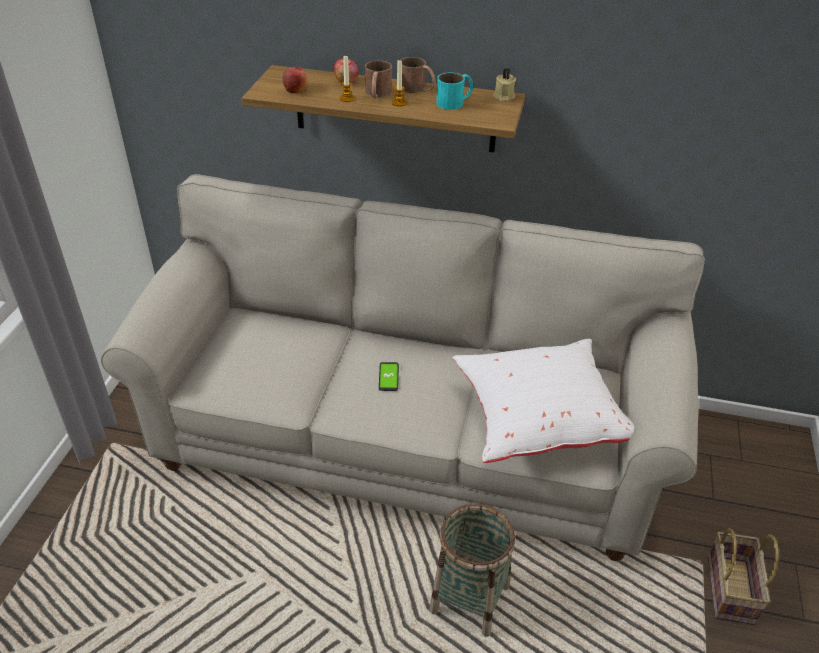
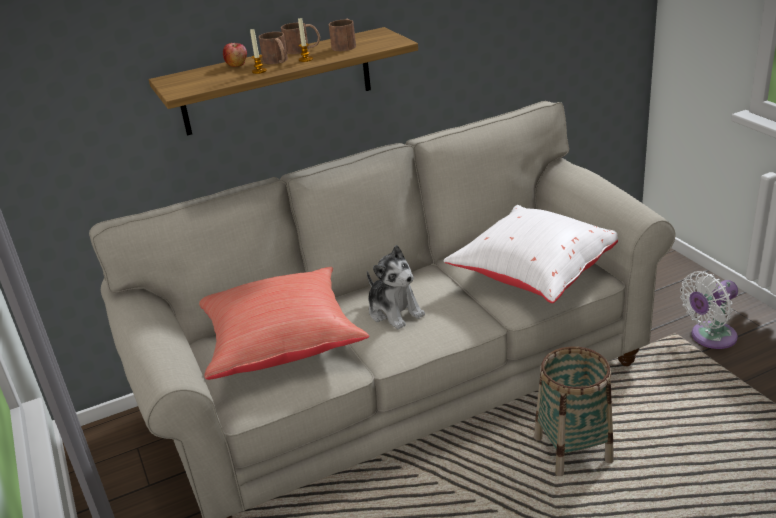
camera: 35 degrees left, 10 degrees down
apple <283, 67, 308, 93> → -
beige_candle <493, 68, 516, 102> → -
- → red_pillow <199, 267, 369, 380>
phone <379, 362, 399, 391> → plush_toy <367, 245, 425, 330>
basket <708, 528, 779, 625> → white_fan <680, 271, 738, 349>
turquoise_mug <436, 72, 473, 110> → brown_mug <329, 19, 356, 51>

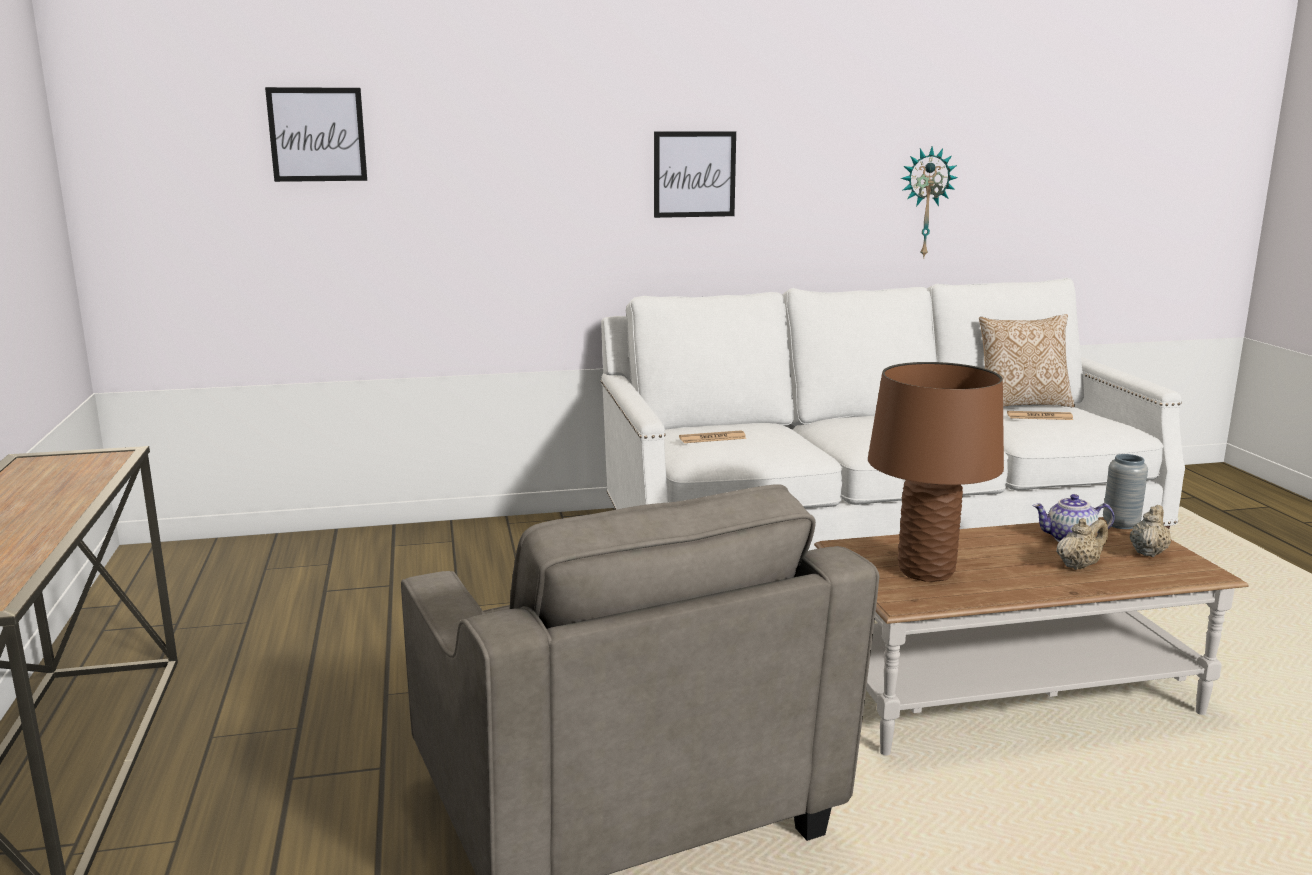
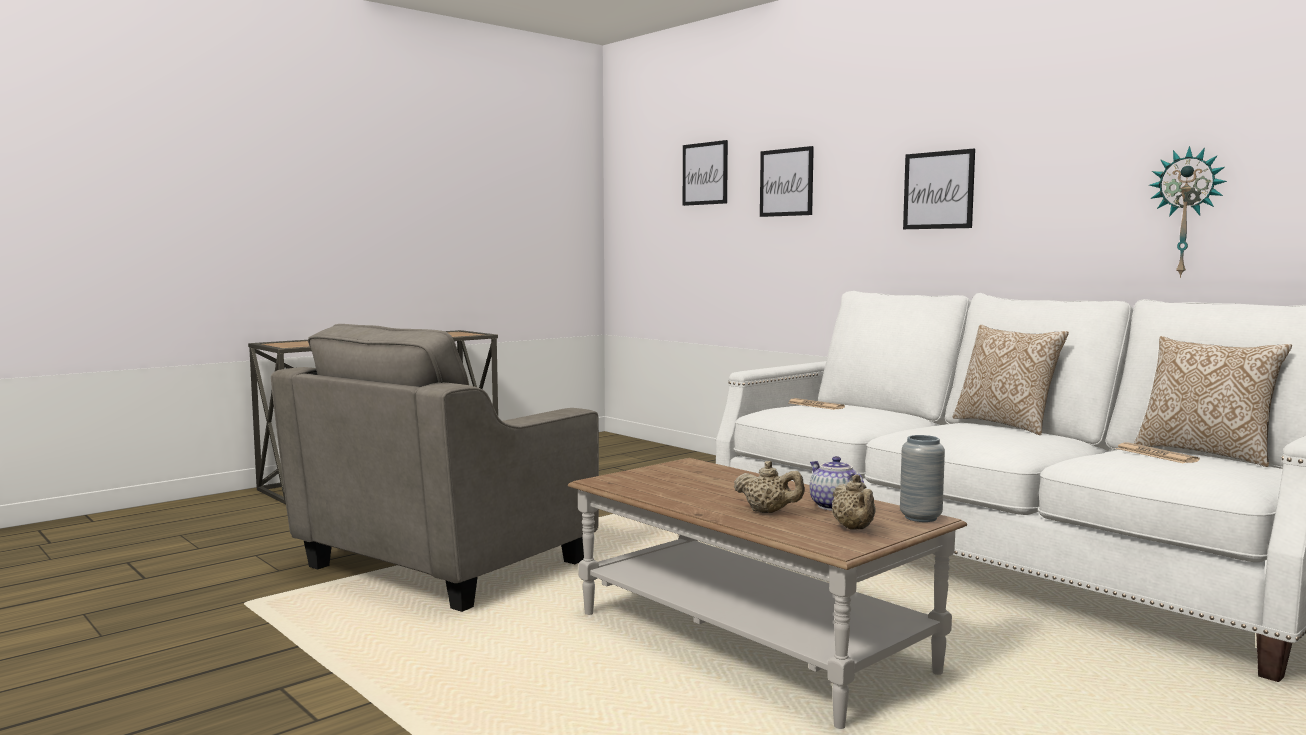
camera: 60 degrees right, 10 degrees down
brown_table_lamp <868, 362, 1004, 582> → -
- → picture <760, 146, 814, 217>
- → pillow <953, 325, 1069, 435>
beige_teapot <1130, 505, 1171, 557> → beige_teapot <832, 475, 876, 529>, 75 degrees clockwise

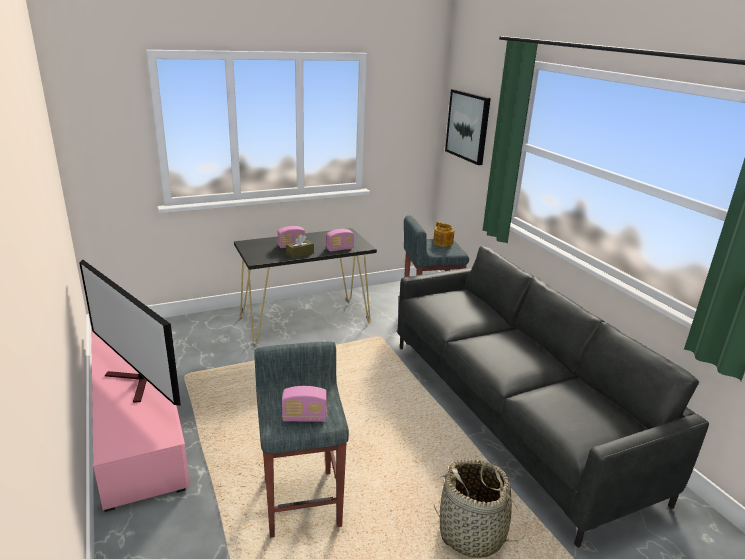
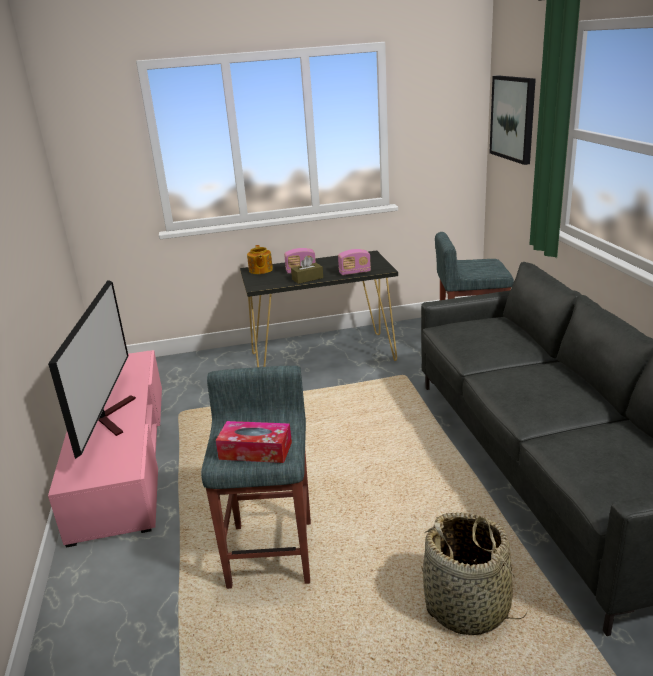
camera: 15 degrees right, 0 degrees up
teapot <433, 222, 454, 247> → teapot <247, 245, 273, 274>, relocated
radio <282, 386, 327, 422> → tissue_box <216, 421, 292, 463>
television <79, 259, 181, 406> → television <48, 280, 136, 459>, 150 degrees counterclockwise

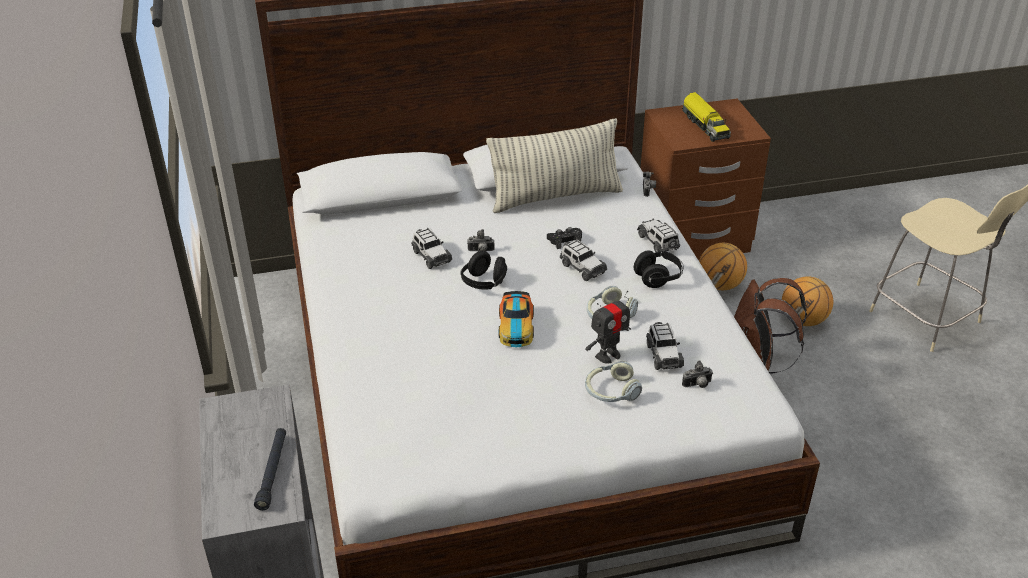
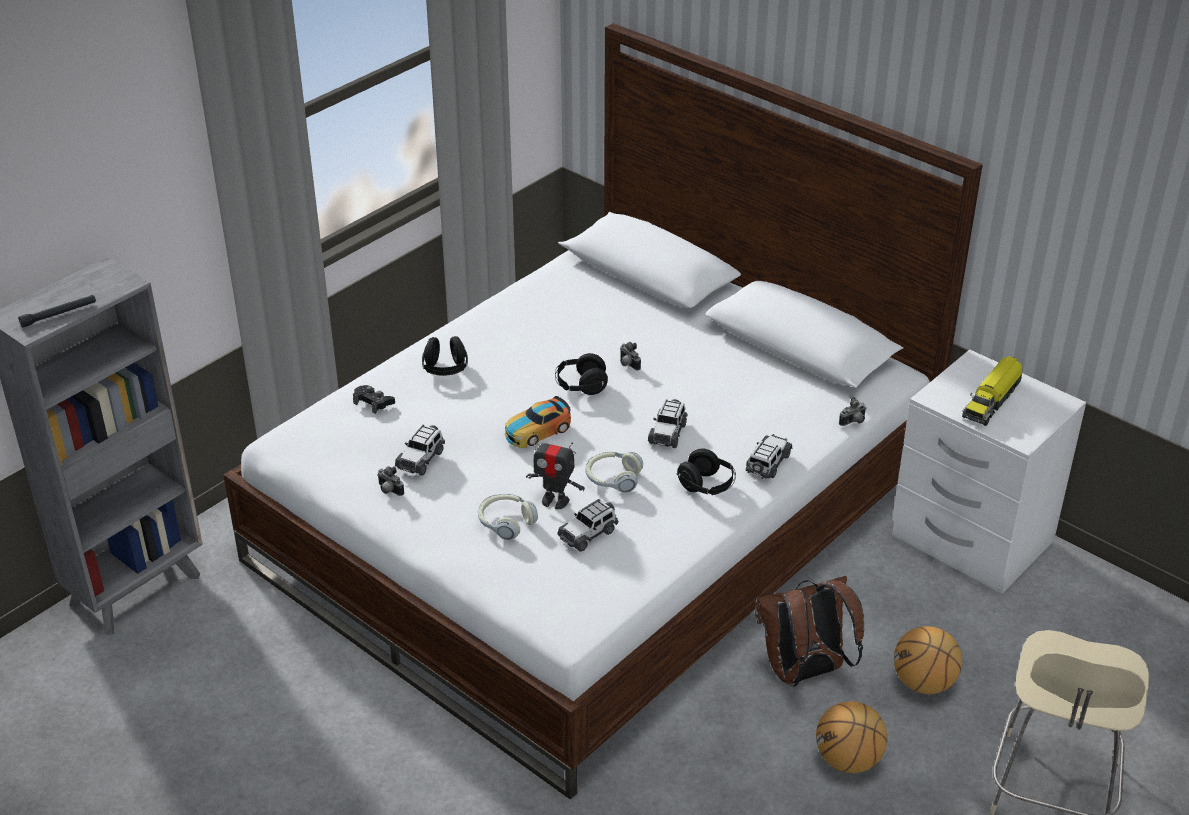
camera: 55 degrees right, 0 degrees up
pillow <486, 118, 623, 213> → -
- → black_headphones <422, 336, 468, 376>
toy_car <411, 228, 452, 269> → toy_car <395, 425, 445, 476>, relocated
black_game_controller <547, 227, 582, 249> → black_game_controller <353, 385, 395, 414>, relocated
photo_camera <682, 360, 713, 388> → photo_camera <377, 466, 404, 496>, relocated
basketball <699, 243, 747, 290> → basketball <816, 701, 887, 773>, relocated
brown_nightstand <641, 99, 771, 260> → white_nightstand <892, 349, 1086, 593>

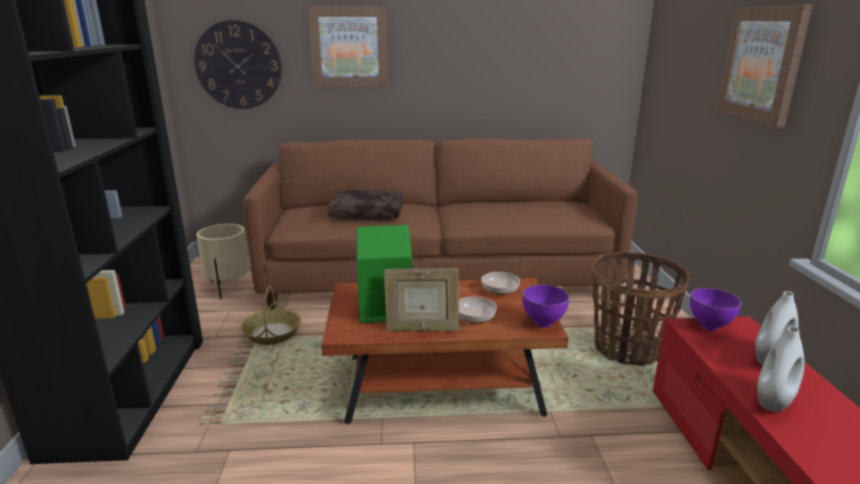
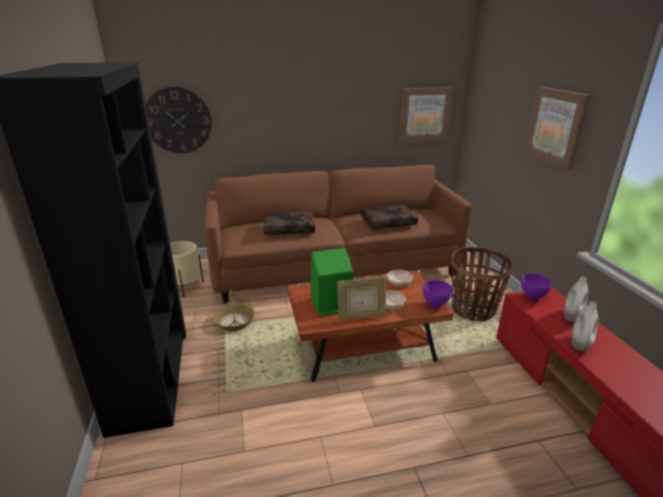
camera: 10 degrees left, 5 degrees up
- → brown_pillow <361, 205, 418, 229>
picture <308, 6, 389, 87> → picture <399, 87, 453, 142>, relocated

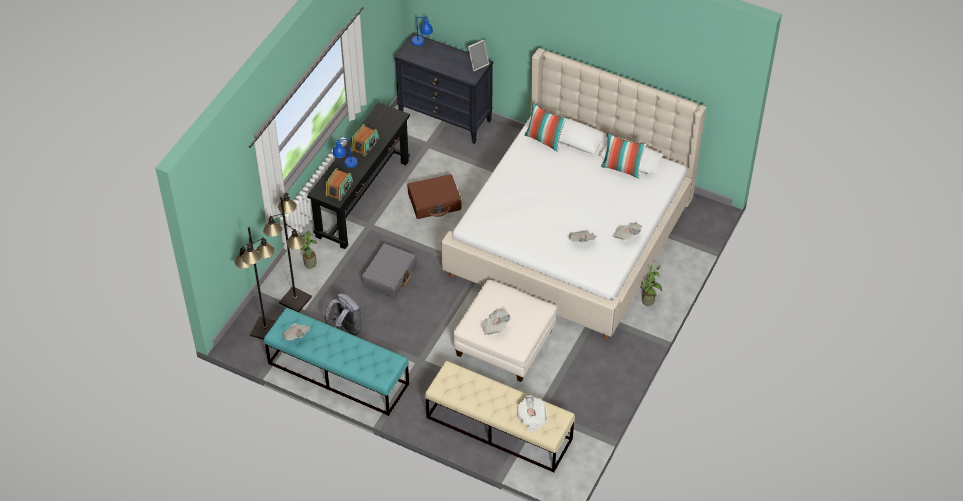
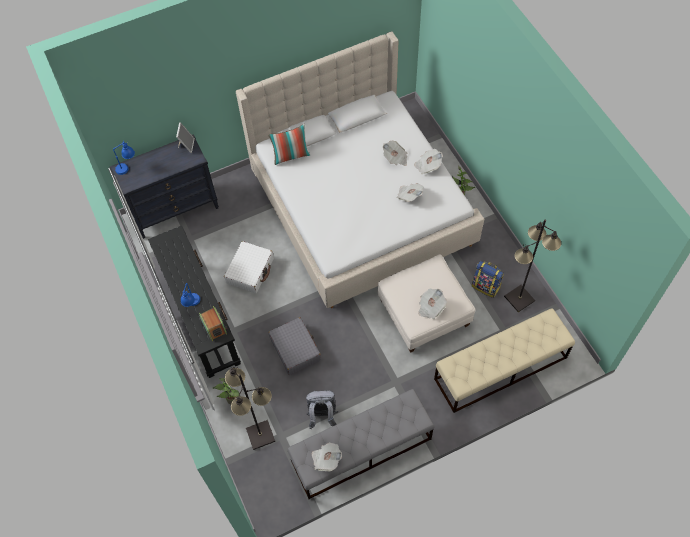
camera: 50 degrees left, 10 degrees up
radio <351, 124, 379, 157> → -
pillow <601, 133, 647, 179> → -
- → backpack <472, 261, 504, 298>
black_floor_lamp <234, 227, 276, 340> → black_floor_lamp <504, 220, 561, 312>, relocated
newspaper <517, 395, 547, 433> → newspaper <383, 141, 408, 166>, relocated
turquoise_bench <264, 308, 409, 416> → grey_bench <288, 389, 434, 499>
brown_suitcase <407, 174, 461, 219> → white_suitcase <224, 241, 274, 294>

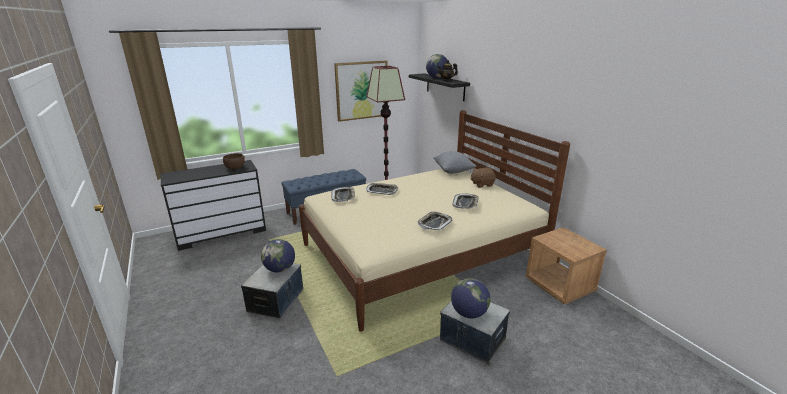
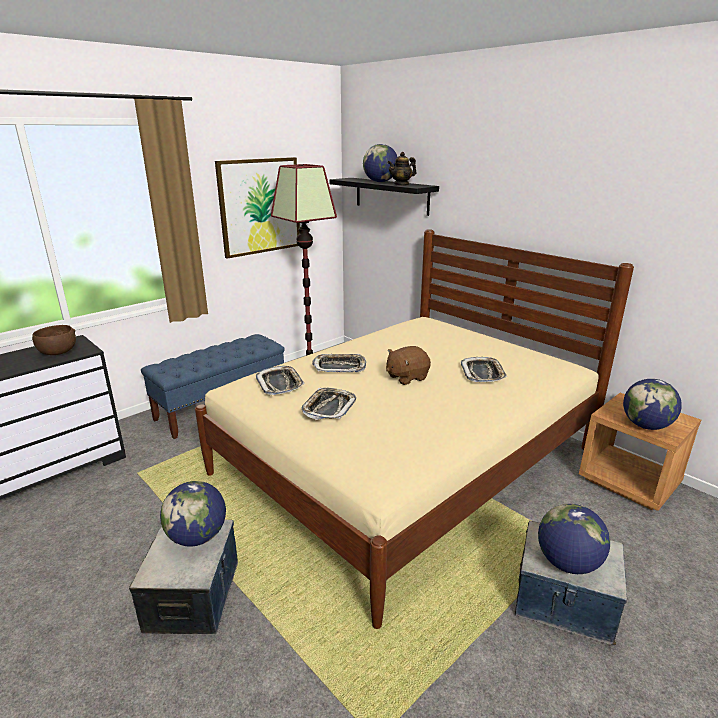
camera: 15 degrees left, 0 degrees up
grey_pillow <433, 151, 476, 174> → -
- → globe <623, 379, 682, 430>
tray <418, 211, 452, 231> → tray <301, 388, 356, 420>, relocated
brown_plush_toy <470, 168, 496, 188> → brown_plush_toy <386, 346, 431, 385>, relocated

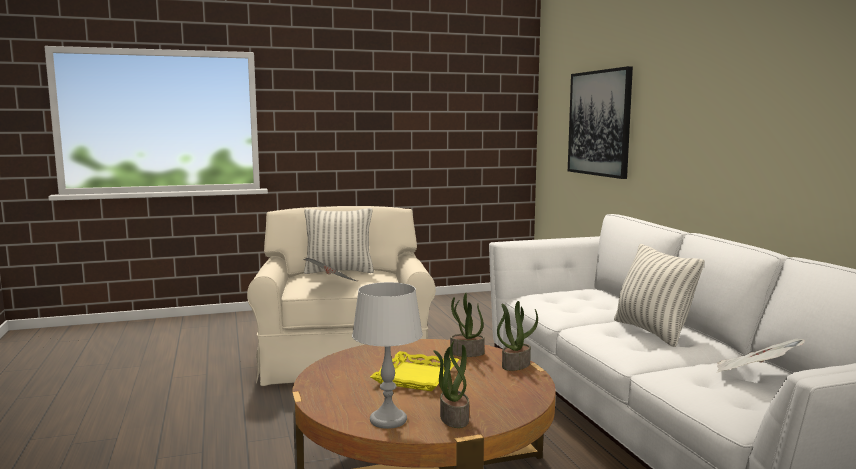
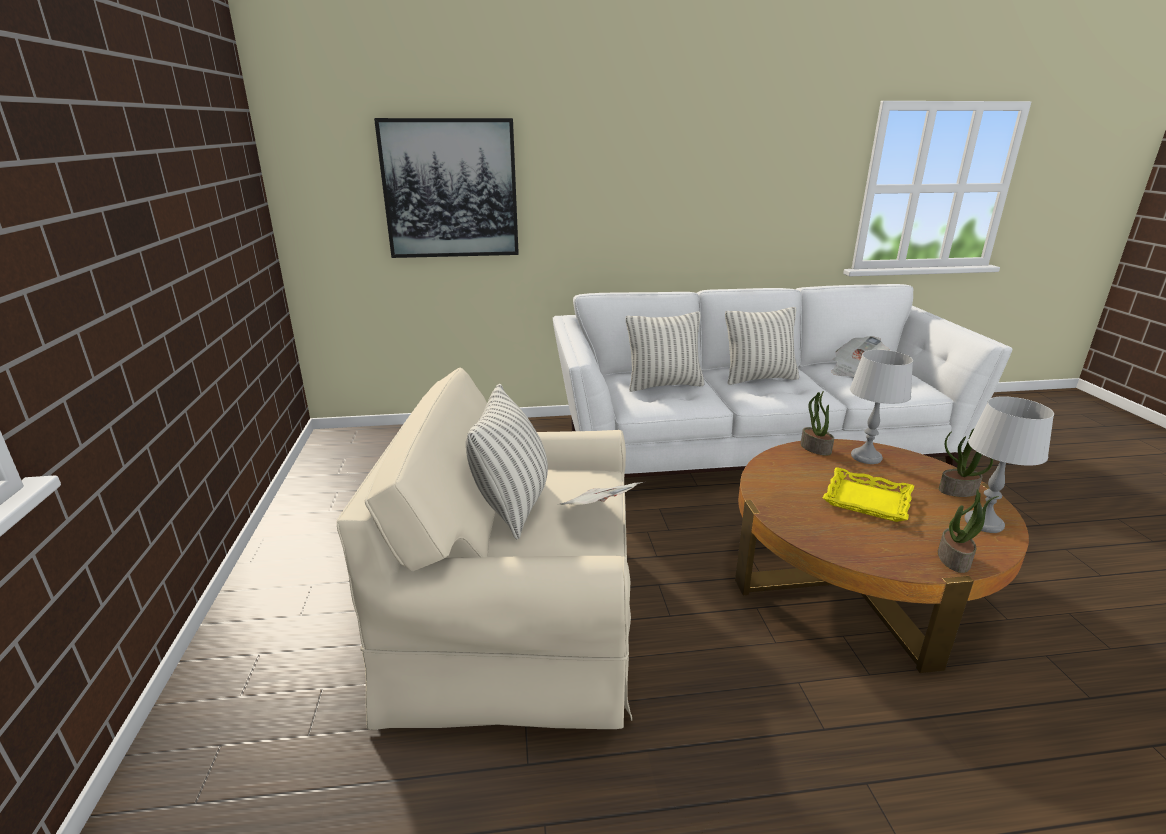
camera: 80 degrees left, 15 degrees up
- → pillow <626, 312, 705, 392>
- → grey_table_lamp <850, 350, 913, 464>
potted_plant <450, 293, 485, 357> → potted_plant <938, 489, 999, 573>, relocated

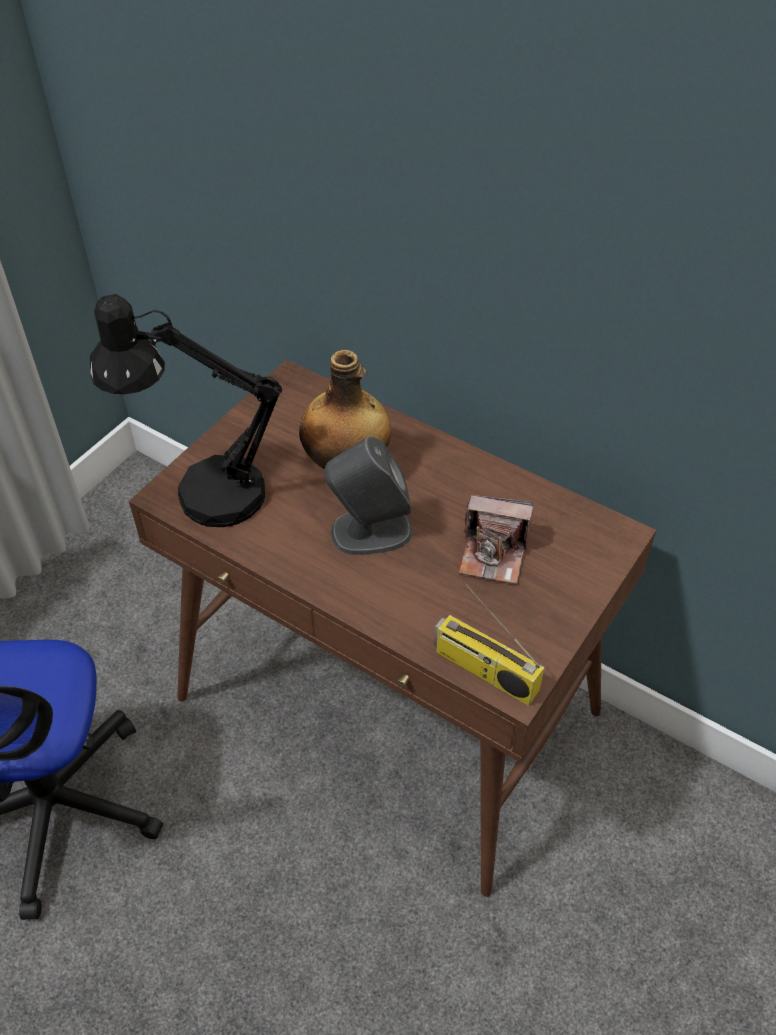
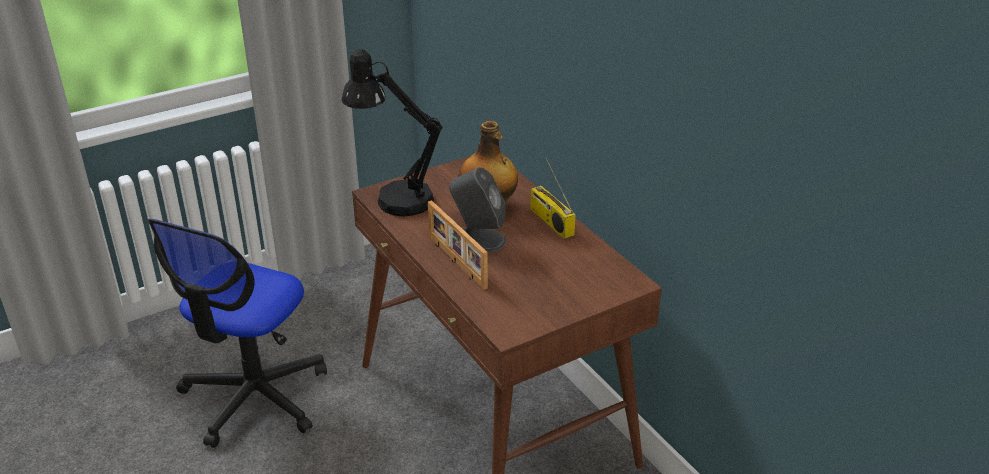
camera: 25 degrees right, 15 degrees down
photo_camera <459, 495, 533, 584> → -
- → picture_frame <428, 200, 488, 290>
radio <434, 584, 544, 706> → radio <530, 157, 575, 239>, relocated

